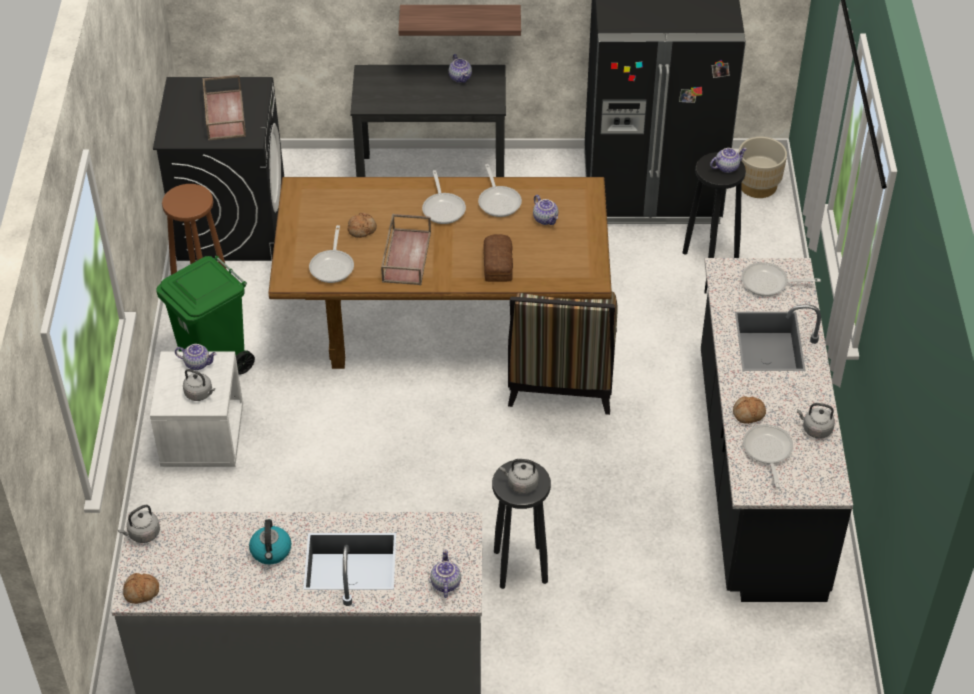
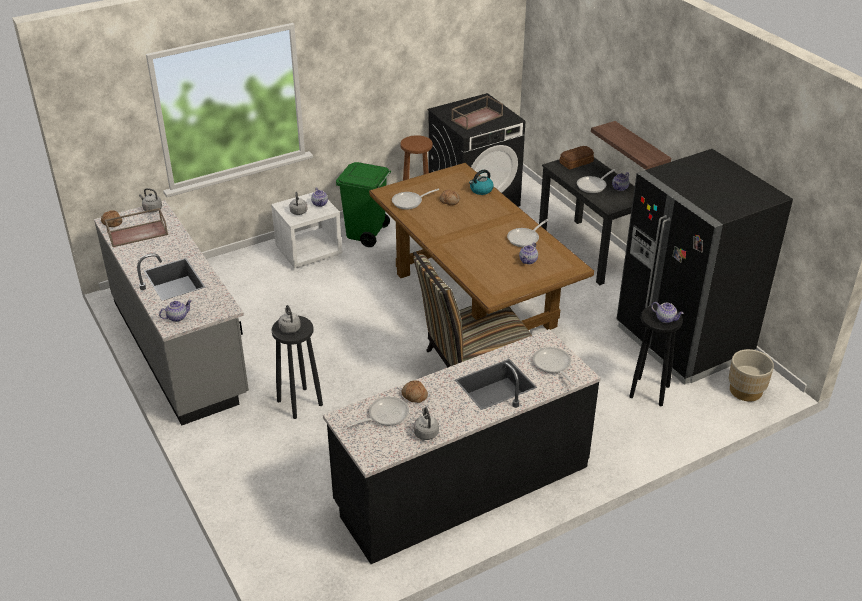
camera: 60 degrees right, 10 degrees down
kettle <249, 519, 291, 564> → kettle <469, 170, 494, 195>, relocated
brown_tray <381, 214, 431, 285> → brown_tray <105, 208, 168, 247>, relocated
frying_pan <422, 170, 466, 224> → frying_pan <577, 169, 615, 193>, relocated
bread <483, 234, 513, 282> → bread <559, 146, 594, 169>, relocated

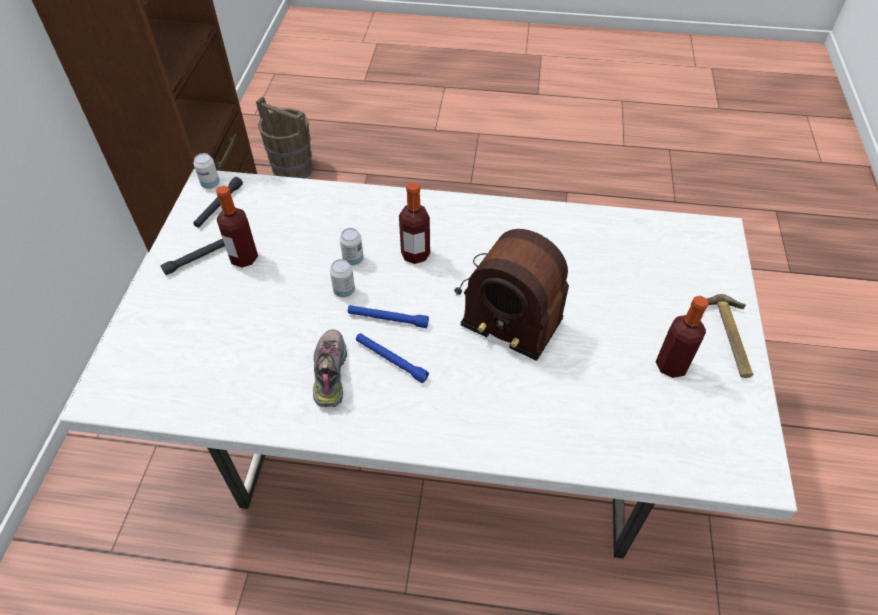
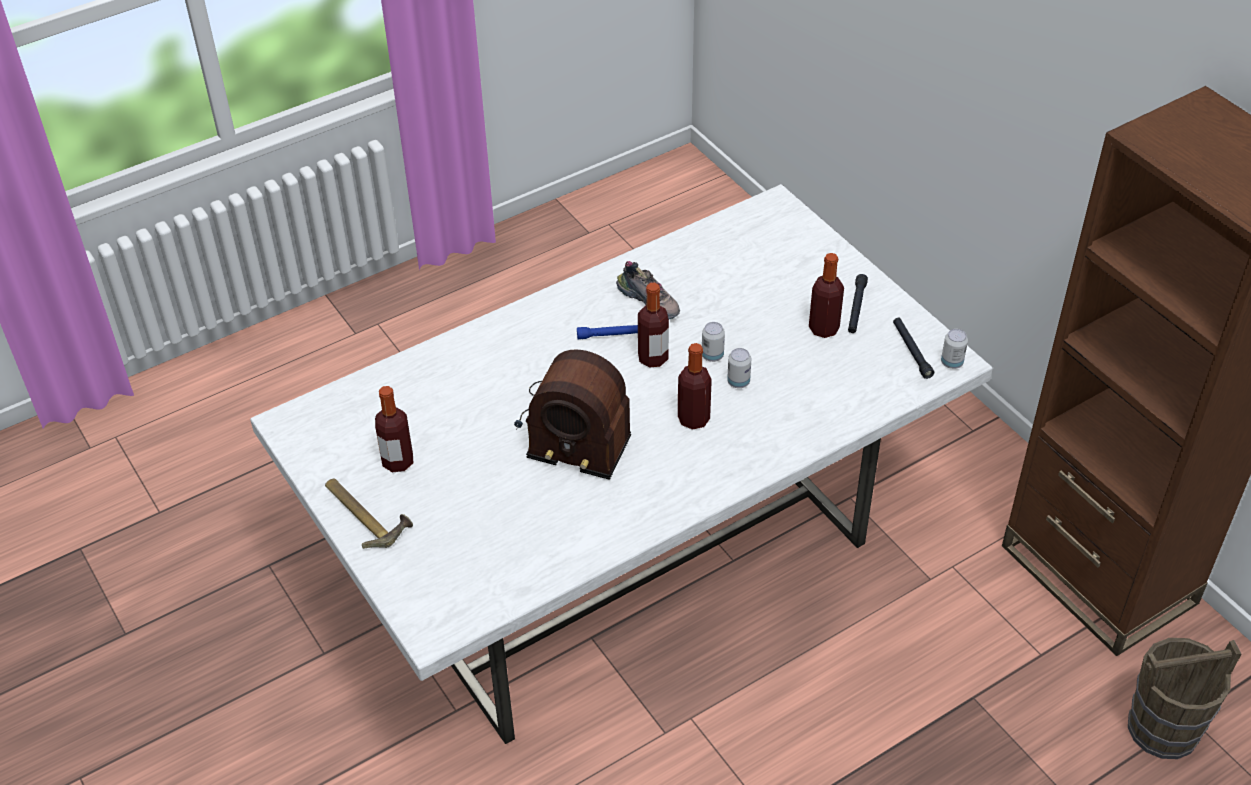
camera: 140 degrees right, 5 degrees down
blue_flashlight <348, 305, 429, 328> → bottle <638, 282, 669, 368>
radio <454, 229, 569, 361> → radio <514, 349, 631, 480>, 150 degrees counterclockwise

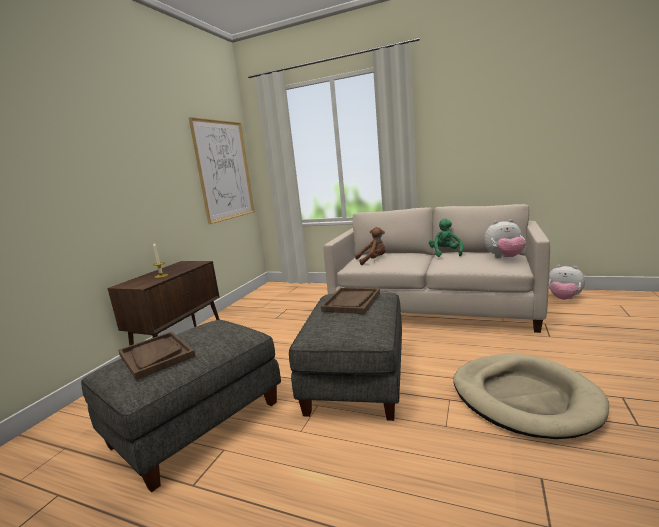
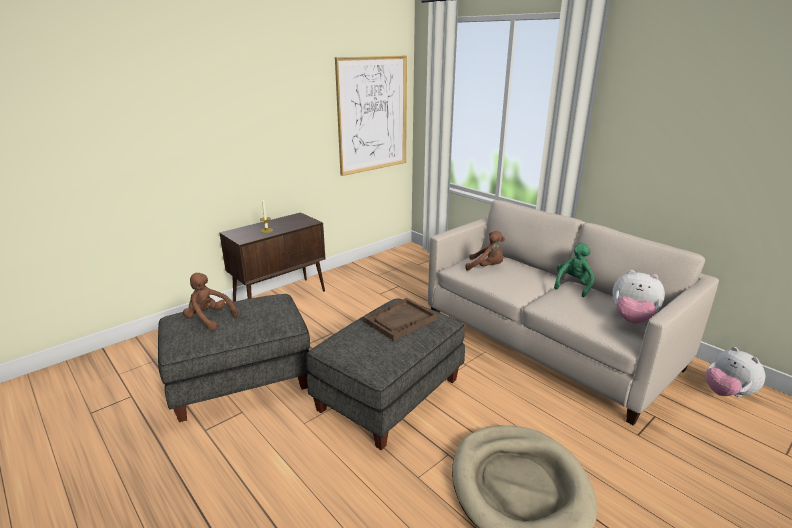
camera: 25 degrees right, 10 degrees up
brown_tray <118, 331, 195, 380> → brown_plush_toy <183, 273, 238, 330>

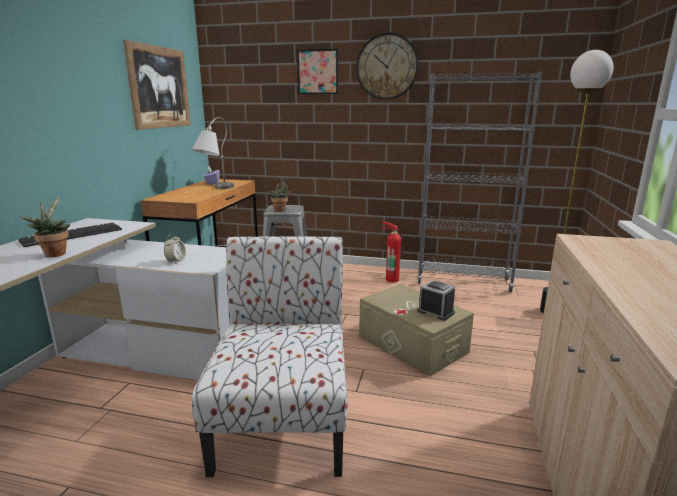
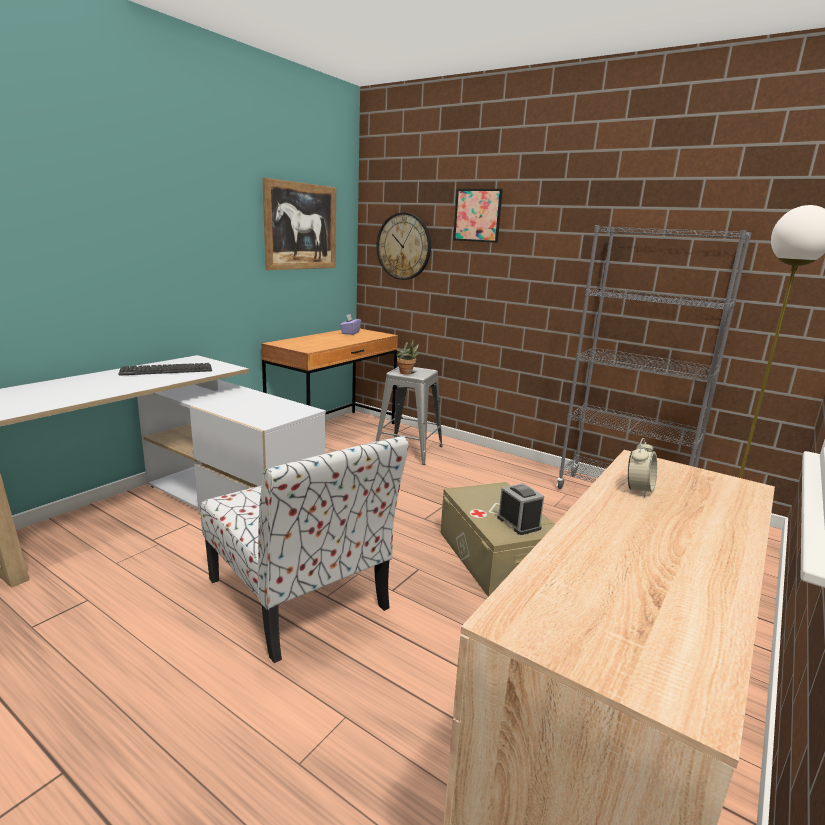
camera: 20 degrees right, 0 degrees up
potted_plant <20, 197, 70, 257> → -
grey_table_lamp <192, 117, 234, 189> → -
fire_extinguisher <381, 221, 403, 282> → -
alarm_clock <164, 234, 186, 263> → alarm_clock <628, 438, 657, 497>, relocated
wall_clock <356, 32, 419, 100> → wall_clock <377, 212, 431, 280>, relocated
chair <192, 236, 348, 477> → chair <200, 436, 409, 663>, 120 degrees clockwise

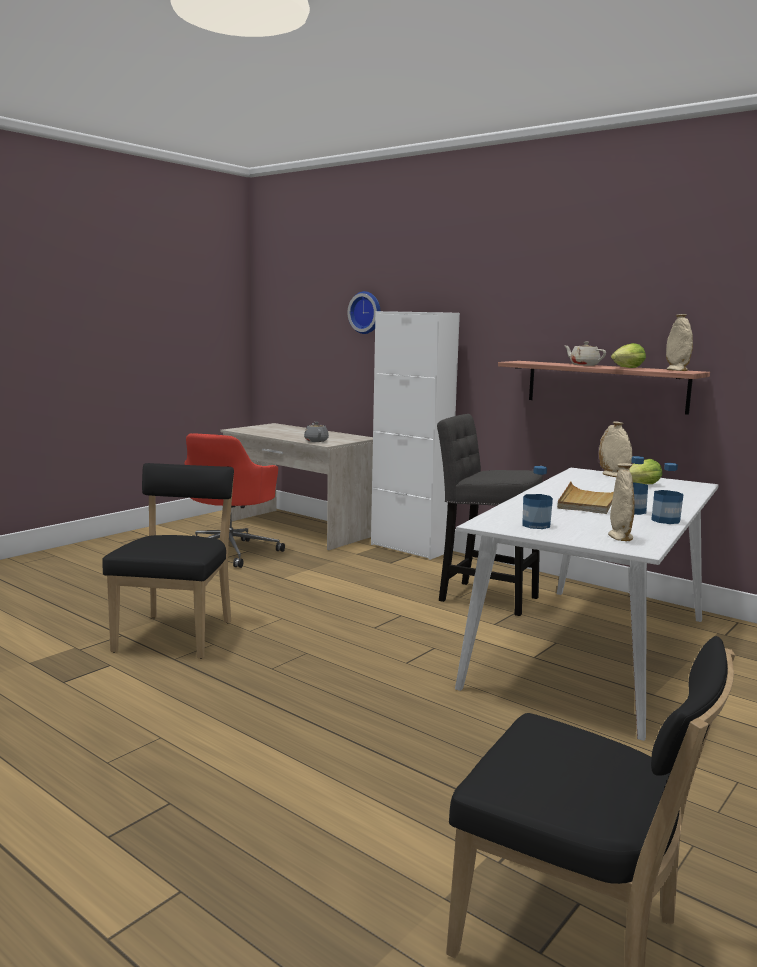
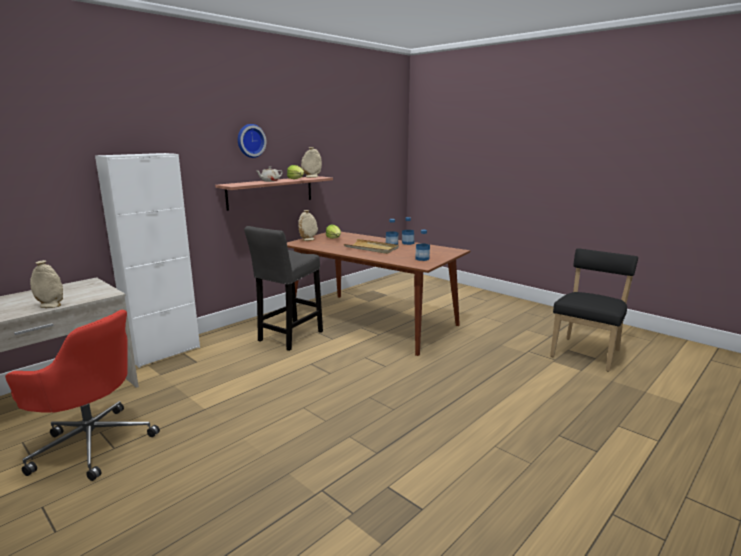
camera: 85 degrees left, 5 degrees up
black_chair <102, 463, 234, 659> → -
grey_teapot <304, 422, 329, 442> → -
wall_clock <347, 291, 381, 334> → wall_clock <238, 124, 266, 158>, relocated
beige_vase <608, 463, 635, 541> → beige_vase <30, 260, 63, 308>, relocated
white_dining_table <455, 468, 719, 741> → brown_dining_table <287, 232, 470, 356>

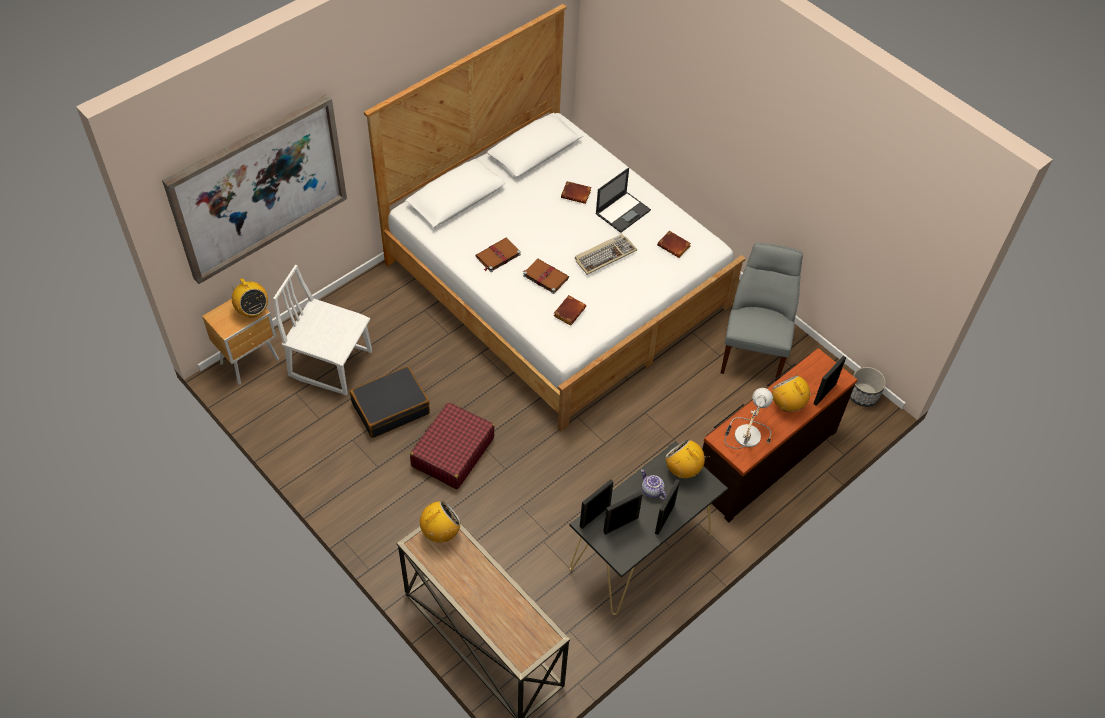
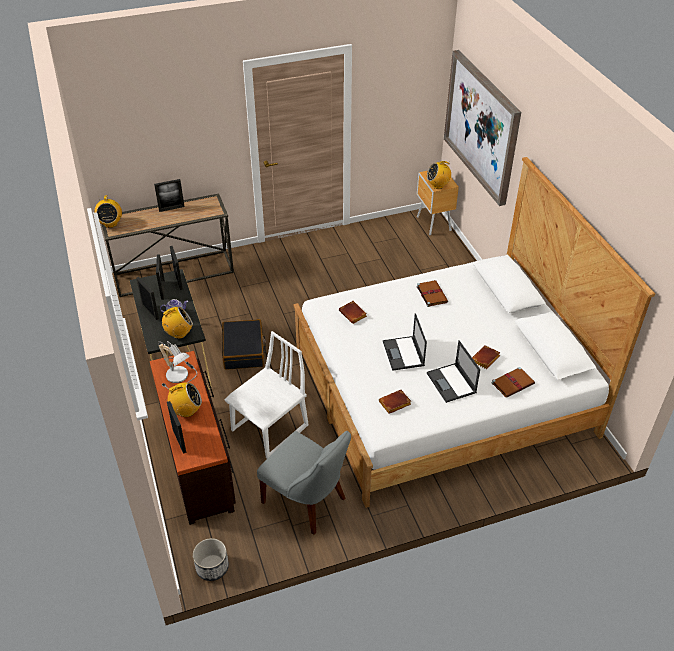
camera: 115 degrees right, 10 degrees down
red_suitcase <410, 402, 494, 489> → -
- → picture_frame <154, 179, 185, 212>
white_chair <273, 265, 372, 396> → white_chair <224, 331, 309, 459>, relocated
black_suitcase <350, 366, 430, 438> → black_suitcase <222, 319, 266, 370>, relocated
radio <420, 501, 461, 543> → radio <94, 195, 122, 228>, relocated
brown_book <523, 259, 569, 294> → brown_book <492, 367, 535, 398>, relocated
keyboard <575, 234, 637, 275> → laptop <383, 313, 427, 371>

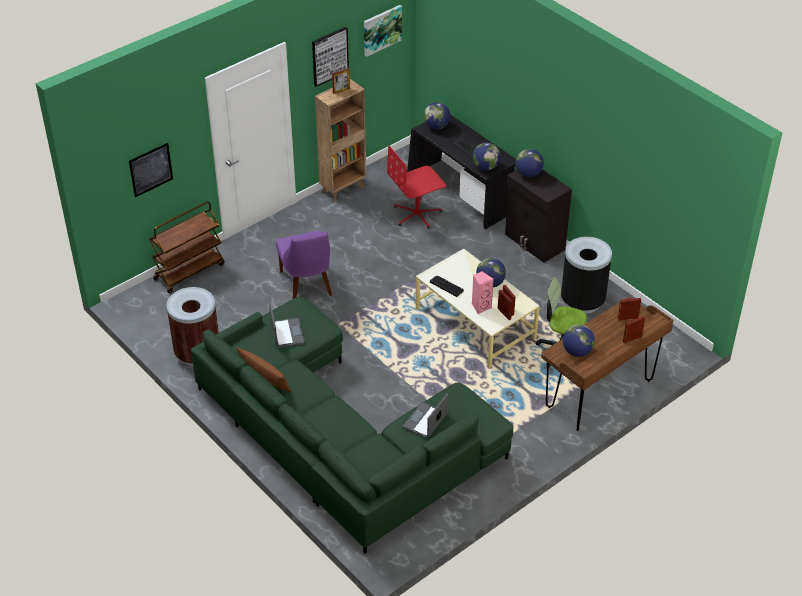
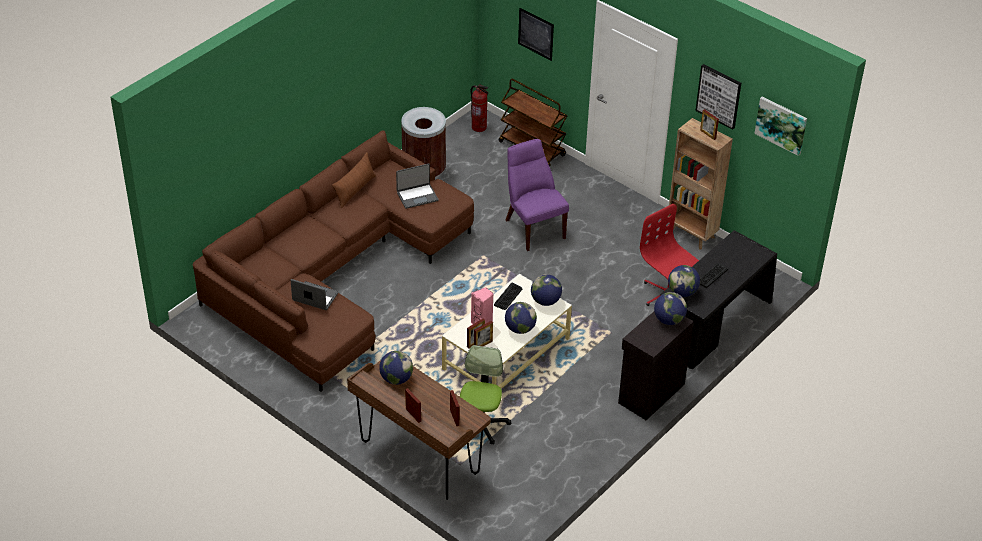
camera: 80 degrees right, 0 degrees up
black_trash_can <561, 236, 612, 314> → -
- → fire_extinguisher <471, 84, 488, 132>
globe <424, 102, 450, 129> → globe <531, 274, 562, 306>, relocated
green_sofa <191, 297, 513, 554> → brown_sofa <193, 130, 474, 392>
purple_chair <276, 231, 332, 299> → purple_chair <506, 139, 569, 251>, 90 degrees clockwise

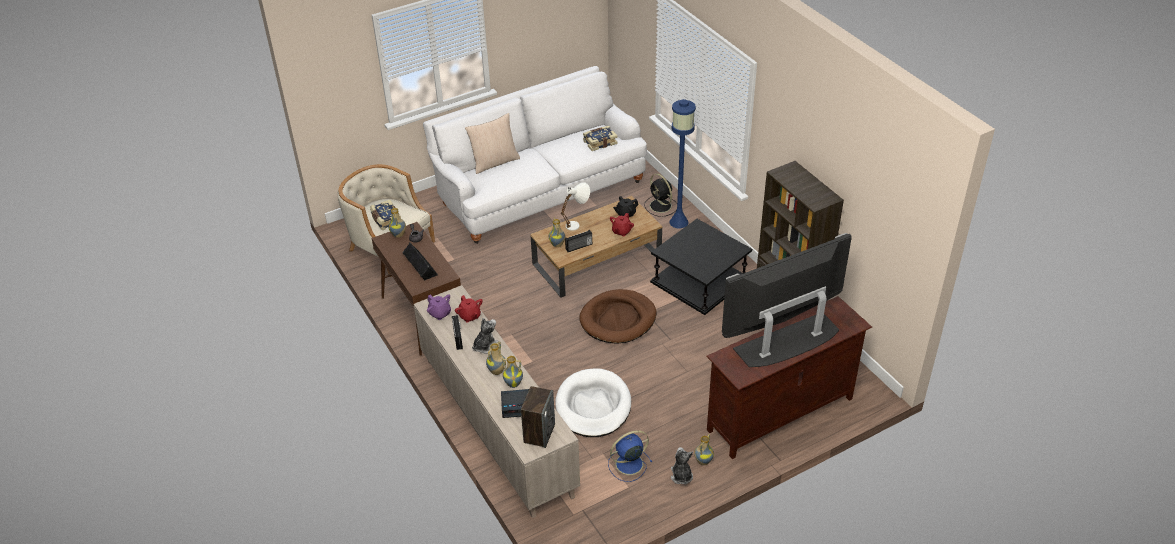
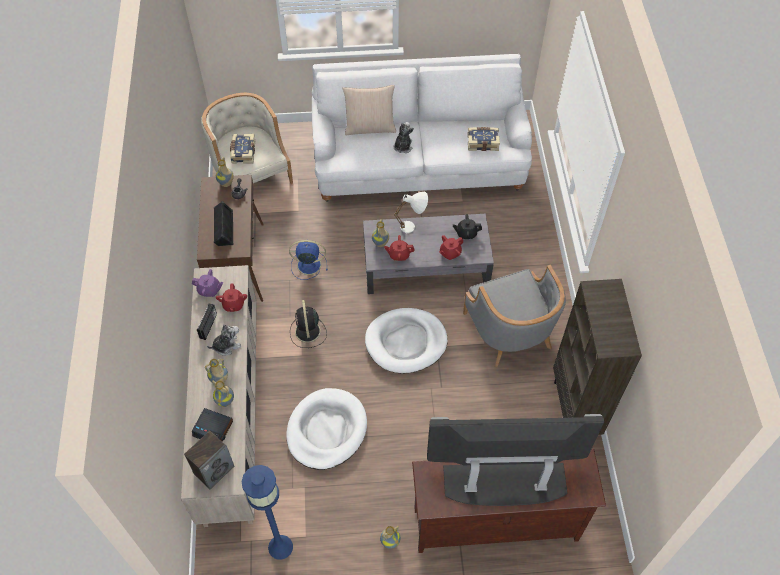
camera: 25 degrees right, 15 degrees up
blue_fan <608, 430, 652, 482> → blue_fan <289, 240, 328, 280>, relocated
black_fan <645, 174, 677, 217> → black_fan <290, 300, 327, 348>, relocated
blue_floor_lamp <669, 99, 696, 228> → blue_floor_lamp <241, 465, 293, 560>, relocated
plush_toy <671, 447, 693, 485> → plush_toy <394, 122, 414, 153>, relocated
radio <565, 230, 592, 252> → red_teapot <384, 235, 414, 261>
black_side_table <650, 219, 752, 315> → grey_armchair <463, 264, 566, 367>
brown_coffee_table <530, 196, 662, 298> → grey_coffee_table <363, 214, 494, 294>
brown_dog_bed <579, 289, 657, 343> → white_dog_bed <365, 308, 448, 373>
purple_teapot <427, 294, 451, 320> → purple_teapot <192, 269, 223, 297>, 60 degrees counterclockwise

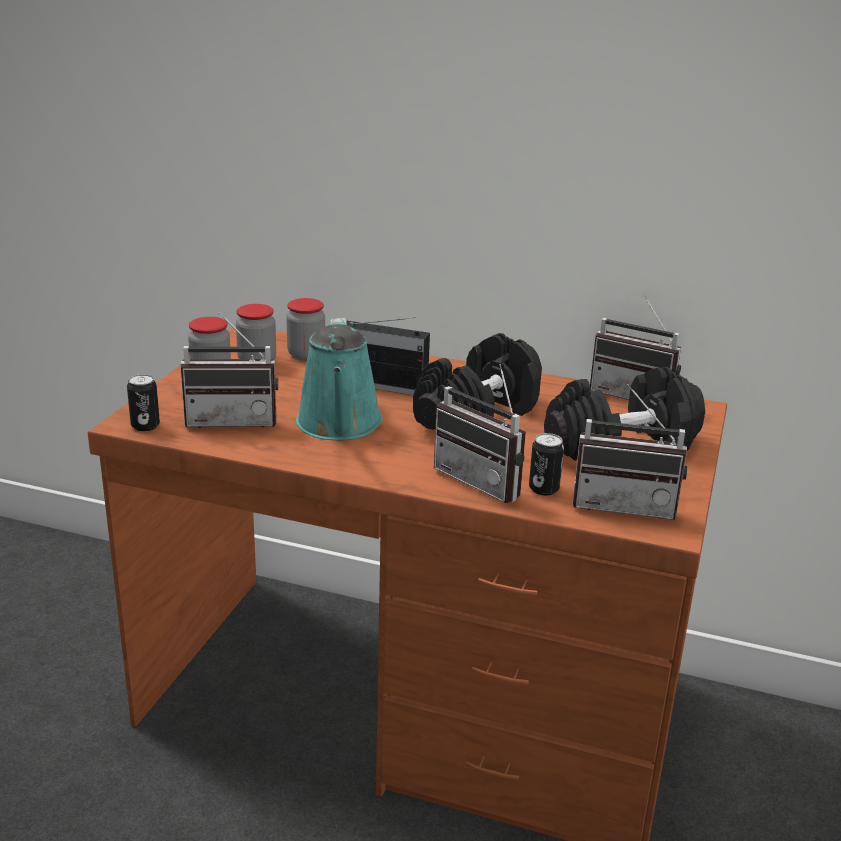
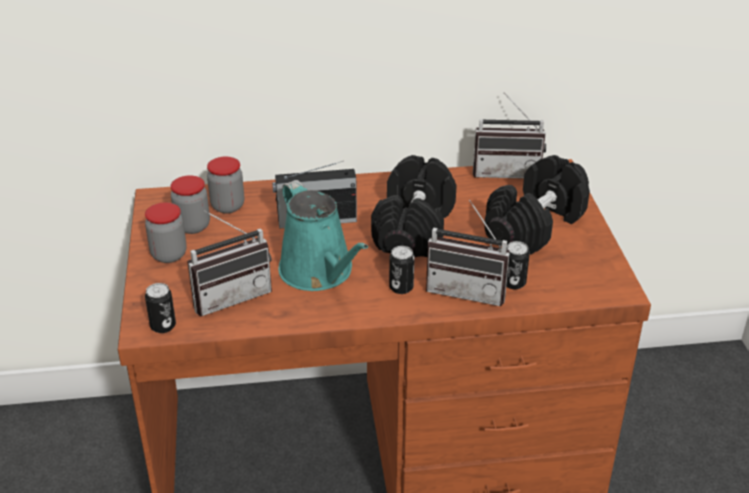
camera: 25 degrees left, 10 degrees up
radio <572, 384, 687, 520> → -
- → can <389, 246, 415, 294>

